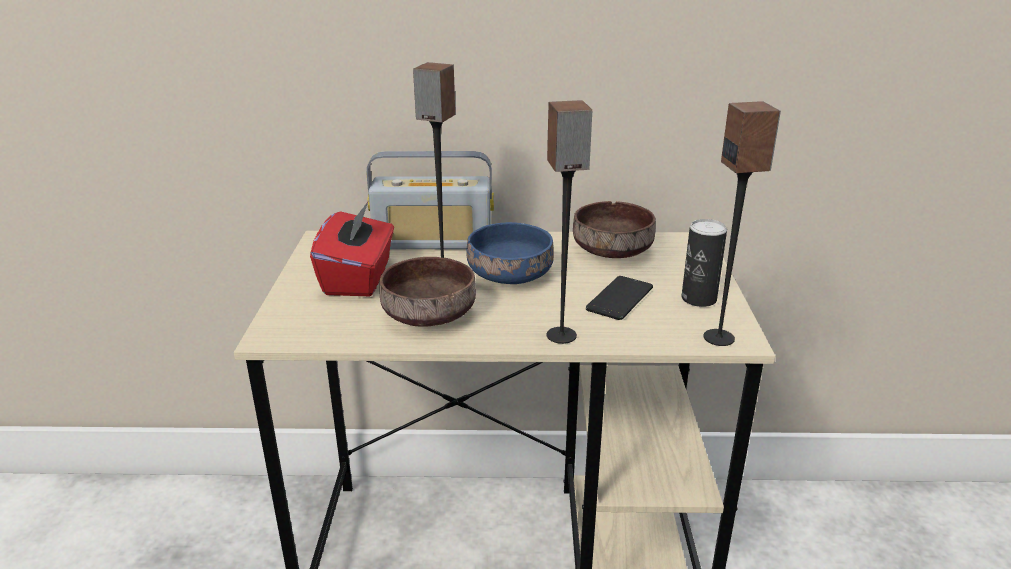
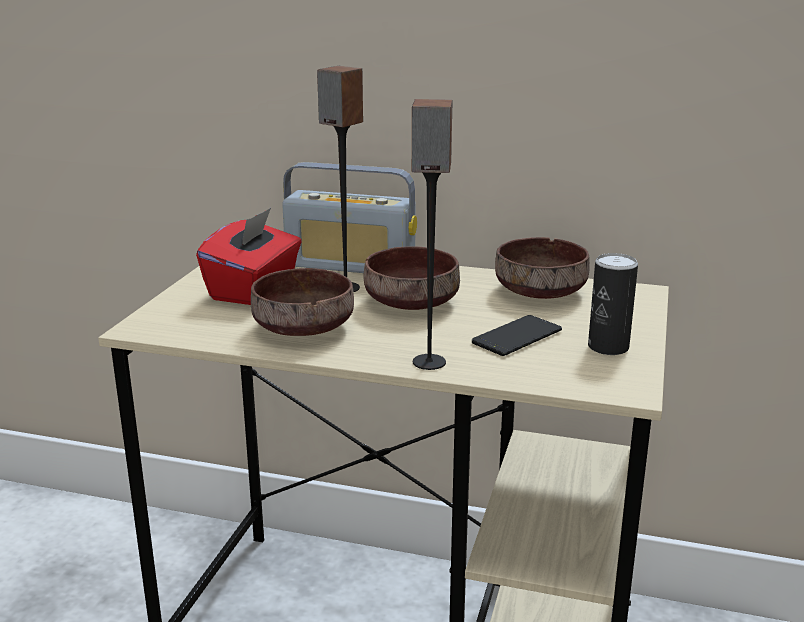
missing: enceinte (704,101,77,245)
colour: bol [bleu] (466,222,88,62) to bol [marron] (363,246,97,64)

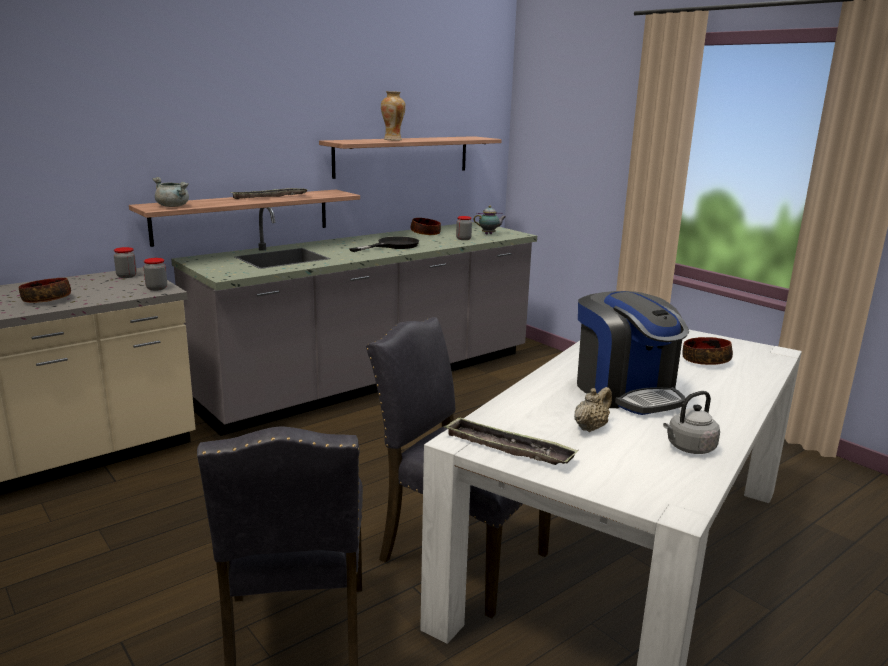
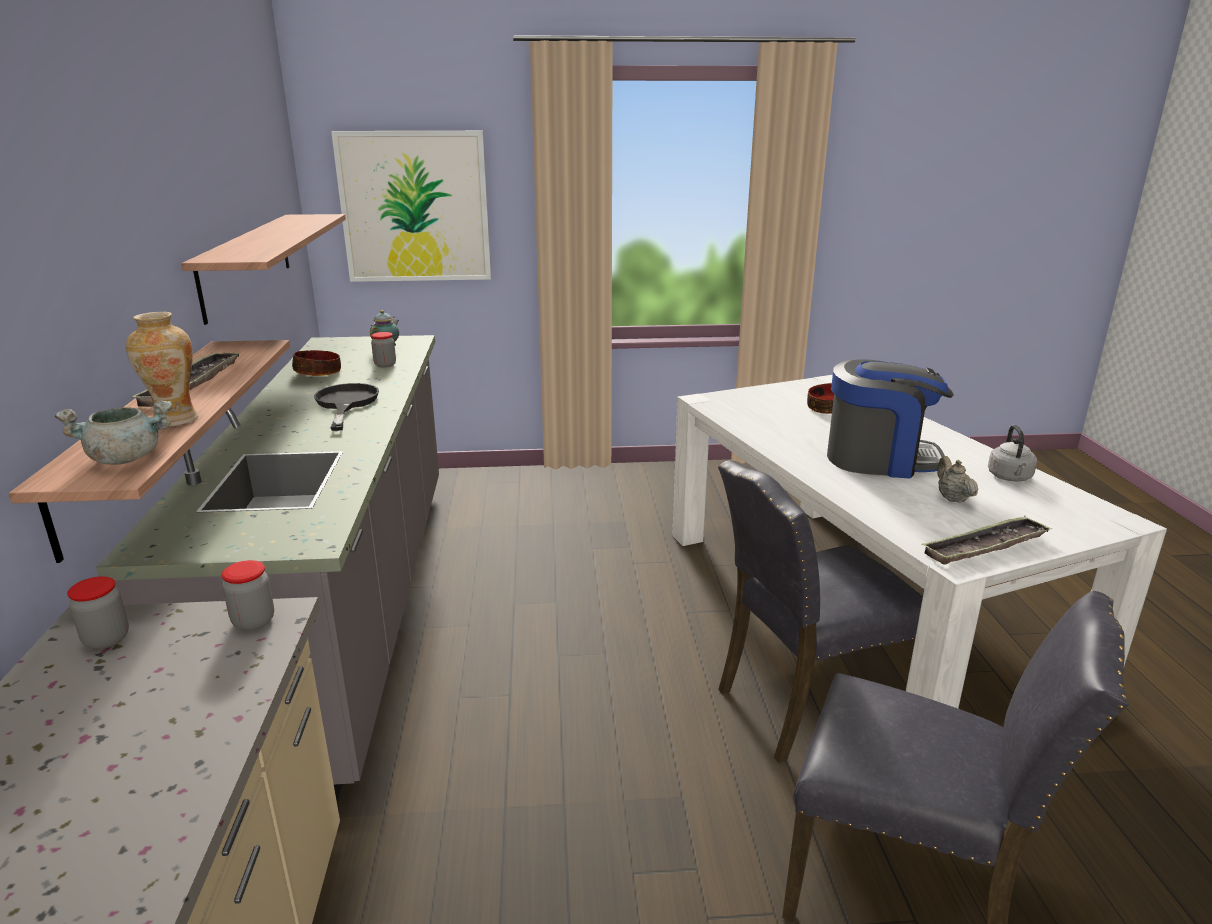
missing: bol (19,278,52,25)
appeared: tableau (331,131,160,151)
relocated: vase (381,91,25,50) to (126,312,72,114)

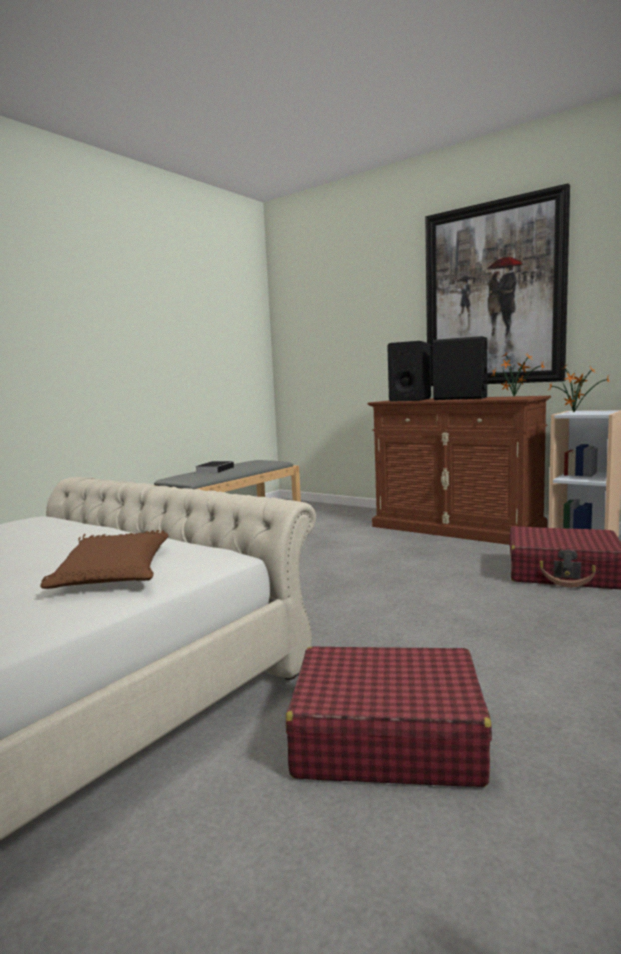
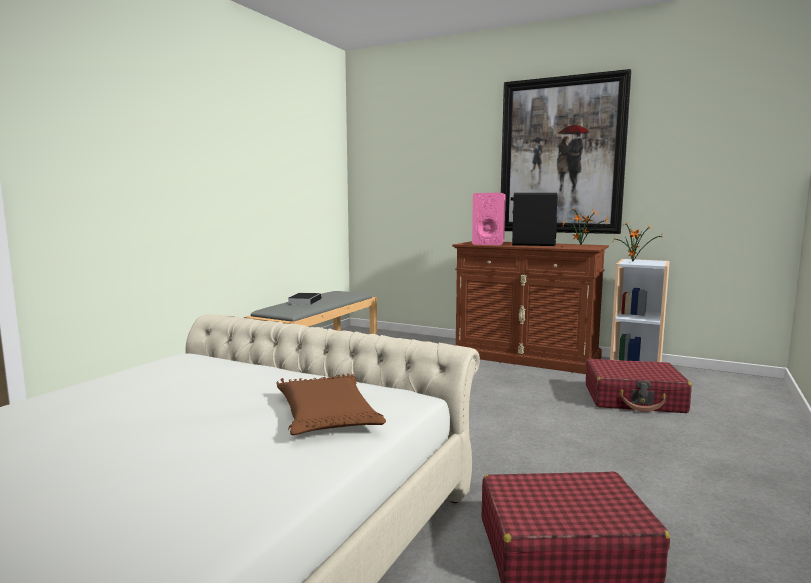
colour: enceinte [noir] (387,341,44,61) to enceinte [rose] (472,193,34,52)

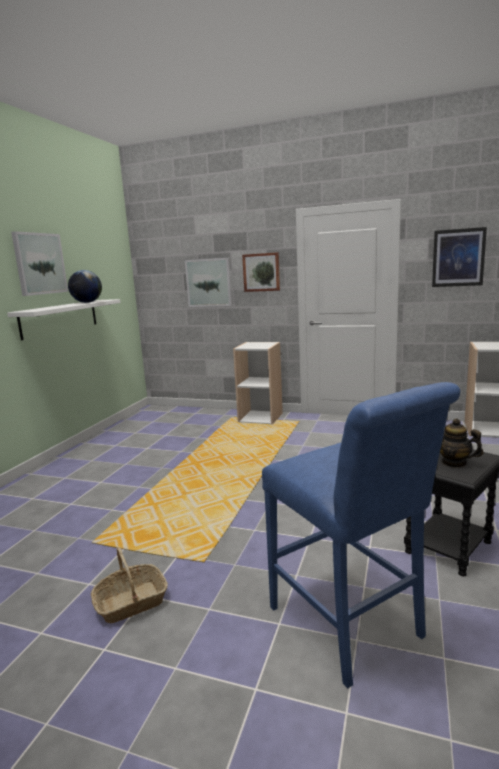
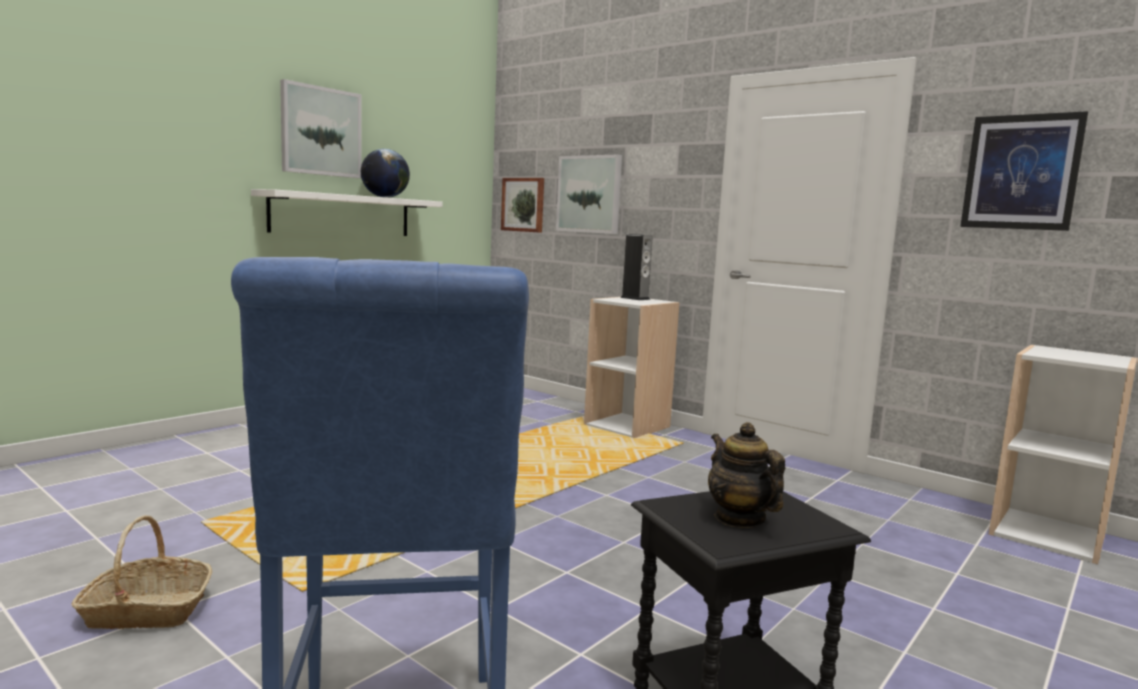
appeared: enceinte (620,234,33,66)
relocated: tableau (242,252,38,40) to (501,178,43,55)

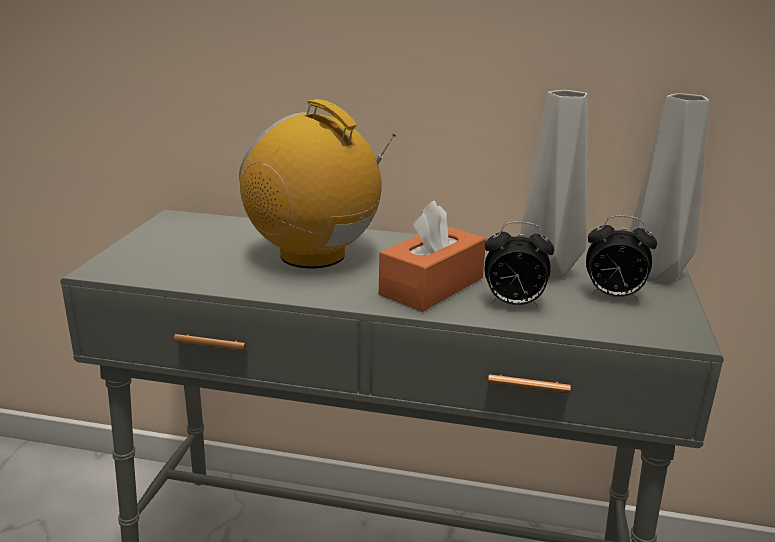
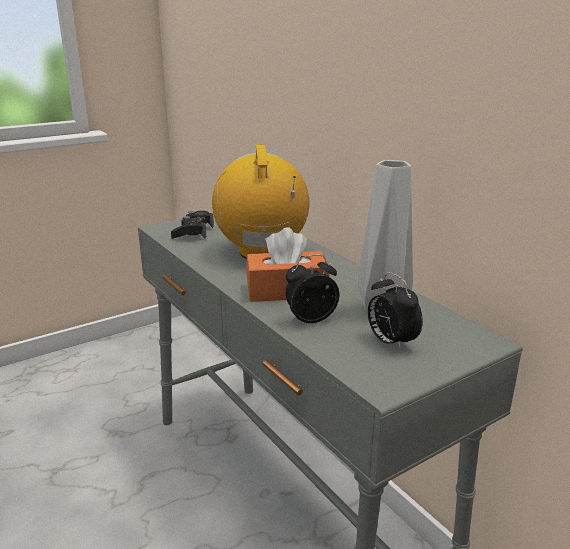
missing: vase [gris] (629,93,80,189)
appeared: manette [noir] (171,211,43,28)
spun: réveil (484,222,70,86) = (285,255,54,68) 105 degrees clockwise

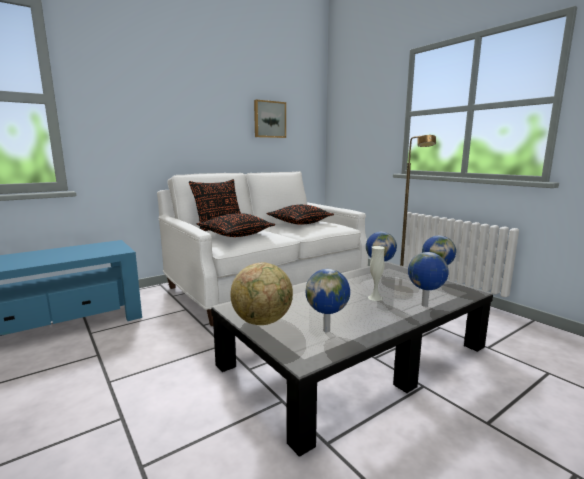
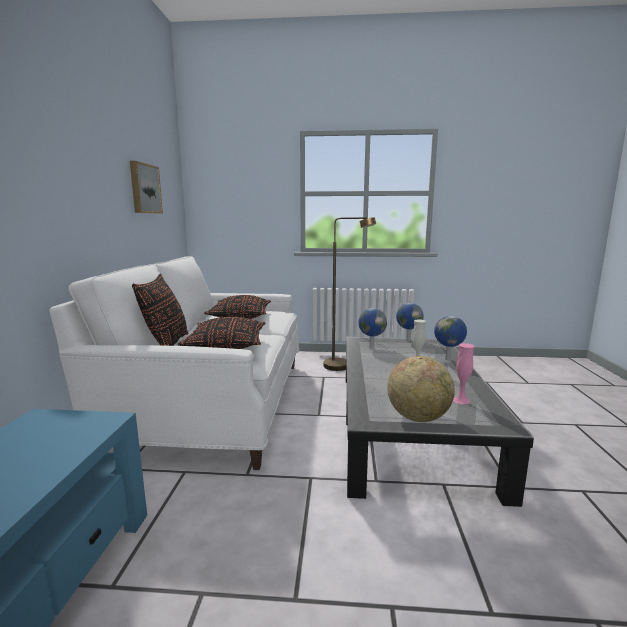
exchanged: globe (306,269,44,64) to vase [rose] (453,343,22,61)

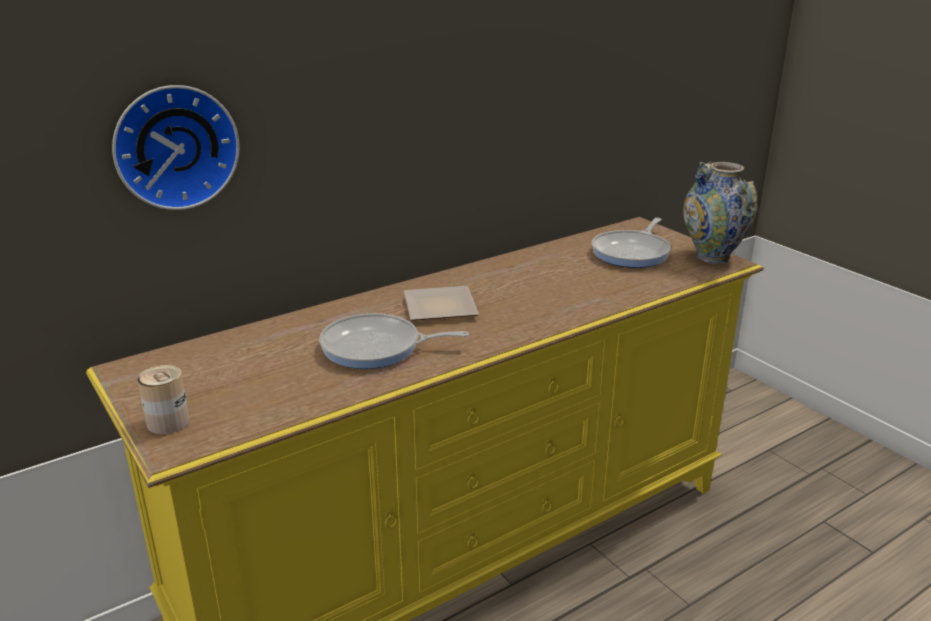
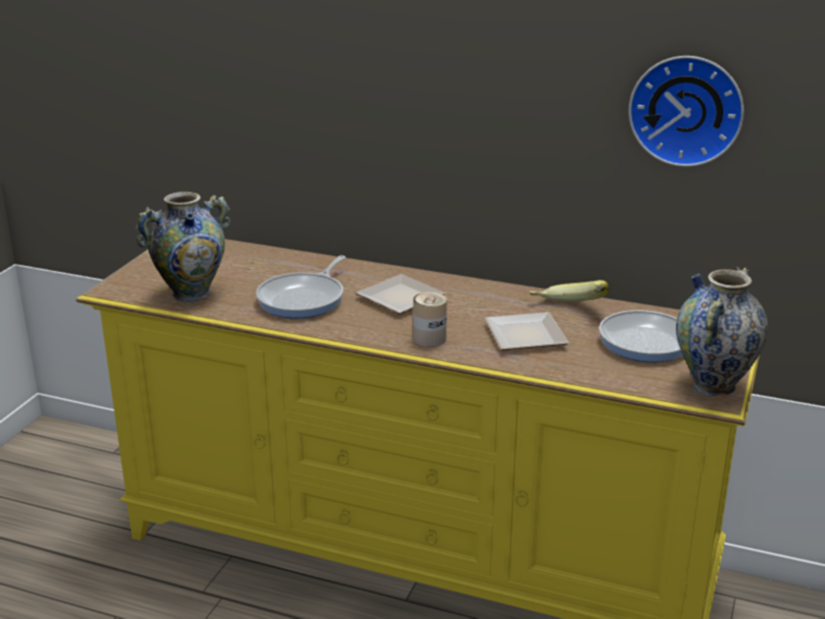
appeared: vase (135,192,96,110); assiette (485,312,84,38); banane (529,280,80,22)
relocated: horloge murale (112,85,128,125) to (629,56,115,111); boîte métallique (137,365,53,69) to (413,292,34,55)
spun: poêle (319,313,150,56) = (256,255,90,63) 120 degrees counterclockwise

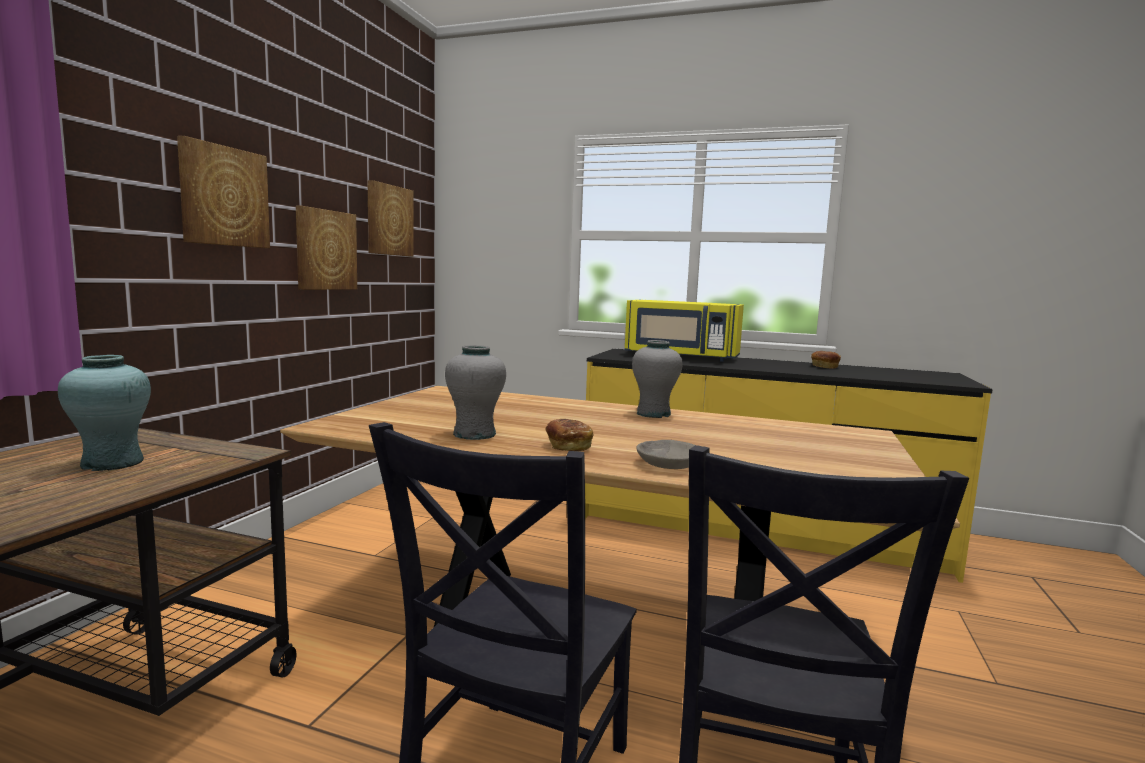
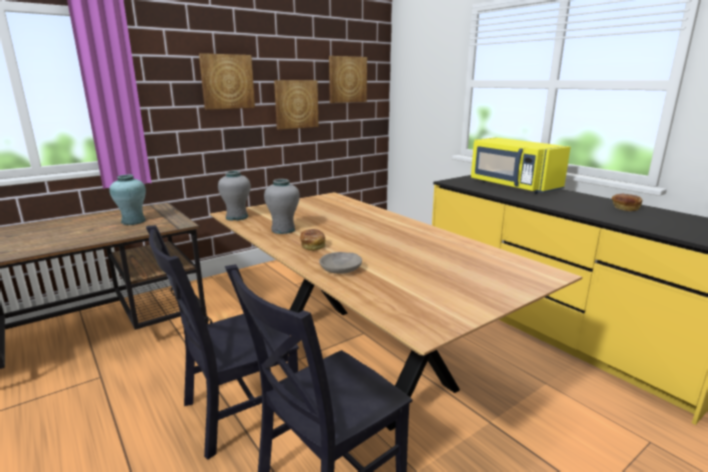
relocated: vase [gris] (632,340,51,78) to (218,170,33,51)

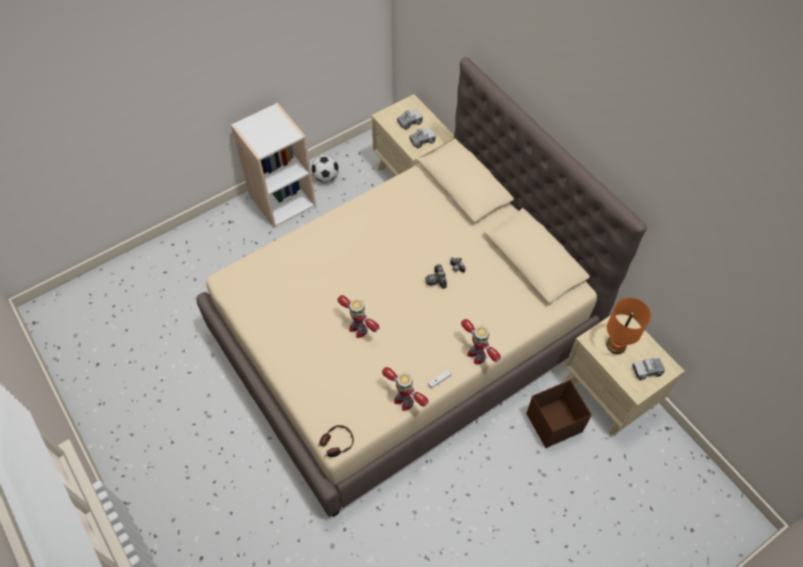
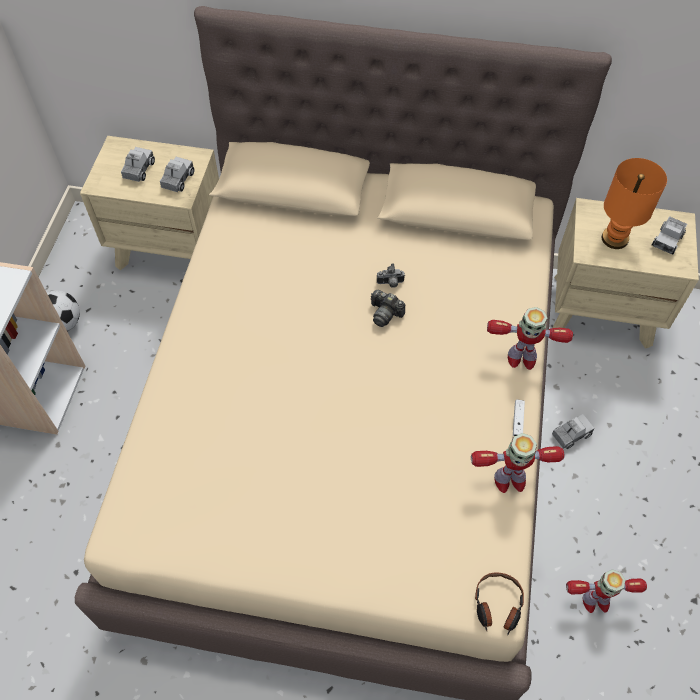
missing: boîte de rangement [marron] (526,380,66,68)
appeared: camion jouet (552,414,43,35)
relocated: robot jouet (337,295,42,43) to (566,569,81,44)

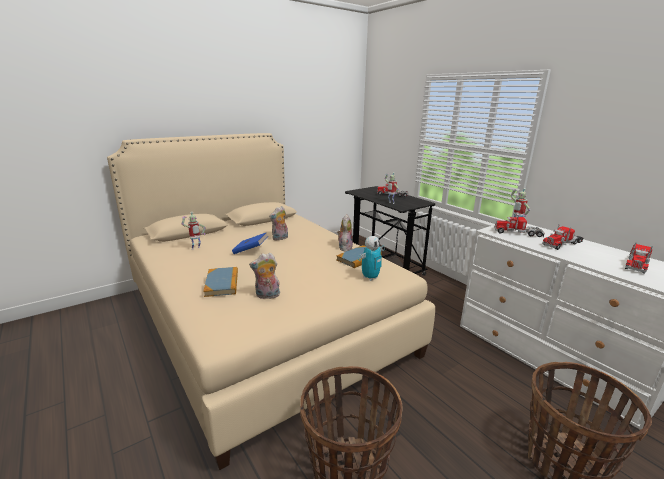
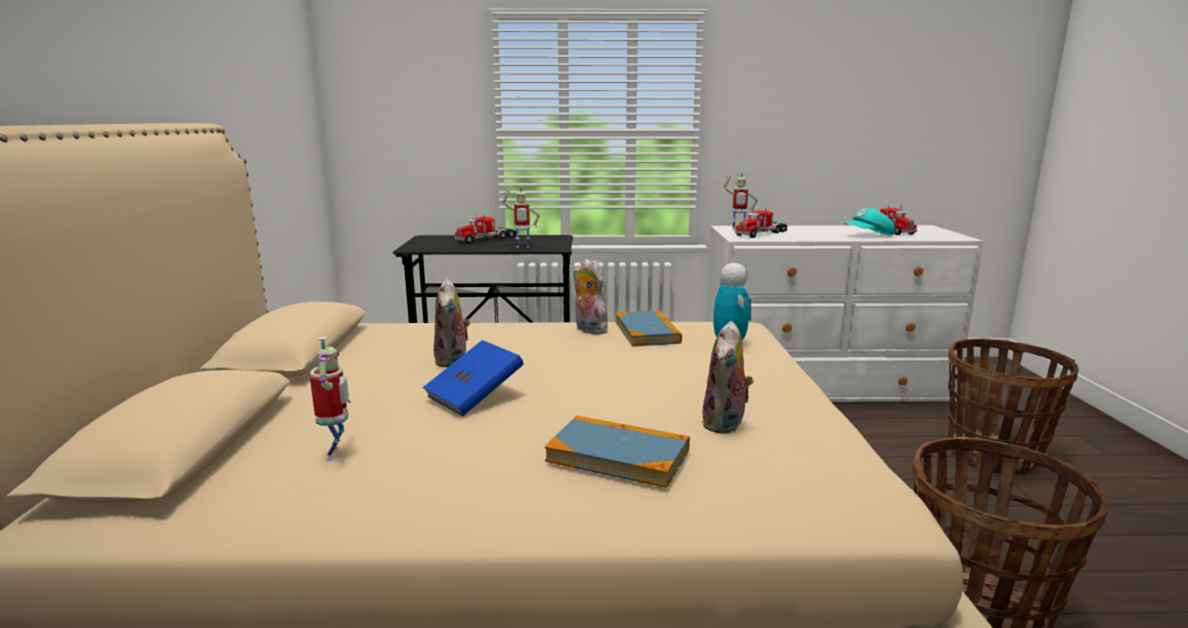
missing: camion jouet (542,224,42,26)
appeared: casquette [turquoise] (844,208,51,27)

